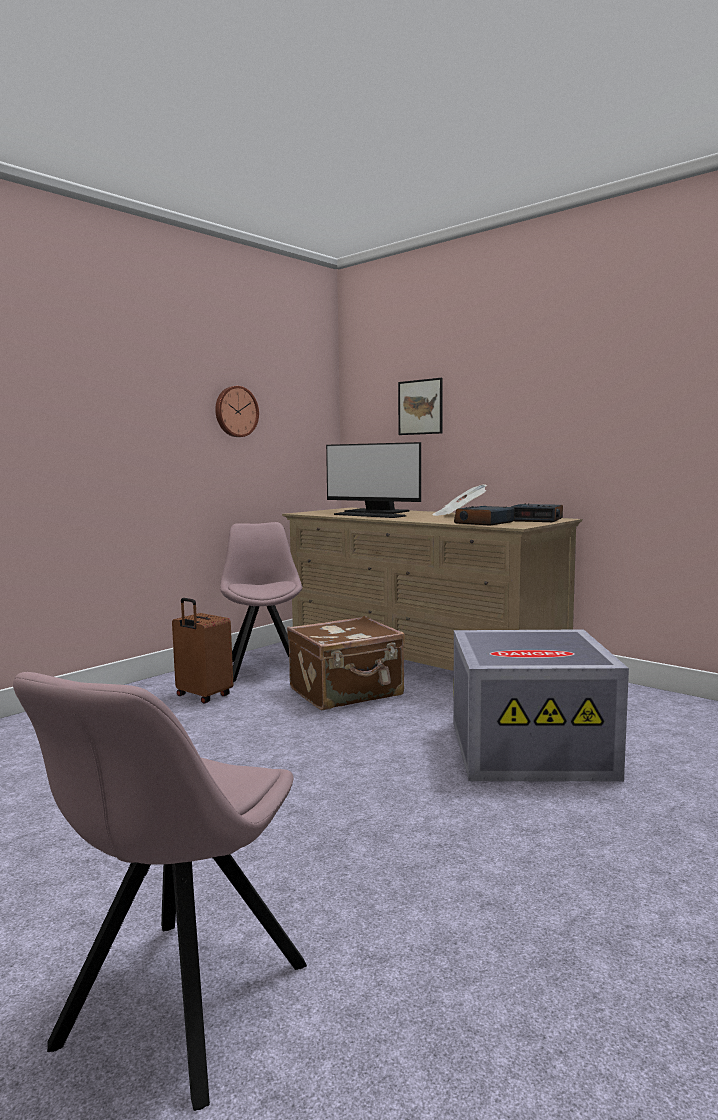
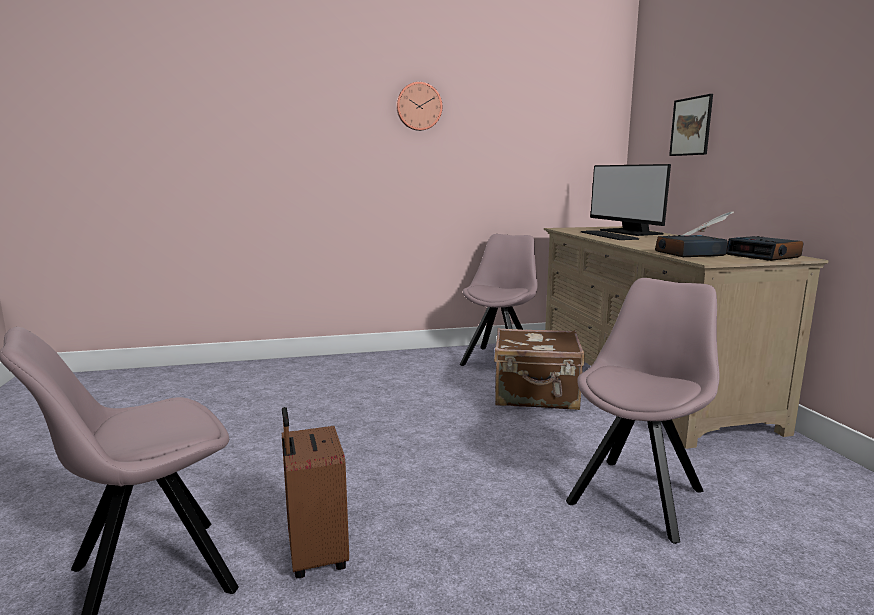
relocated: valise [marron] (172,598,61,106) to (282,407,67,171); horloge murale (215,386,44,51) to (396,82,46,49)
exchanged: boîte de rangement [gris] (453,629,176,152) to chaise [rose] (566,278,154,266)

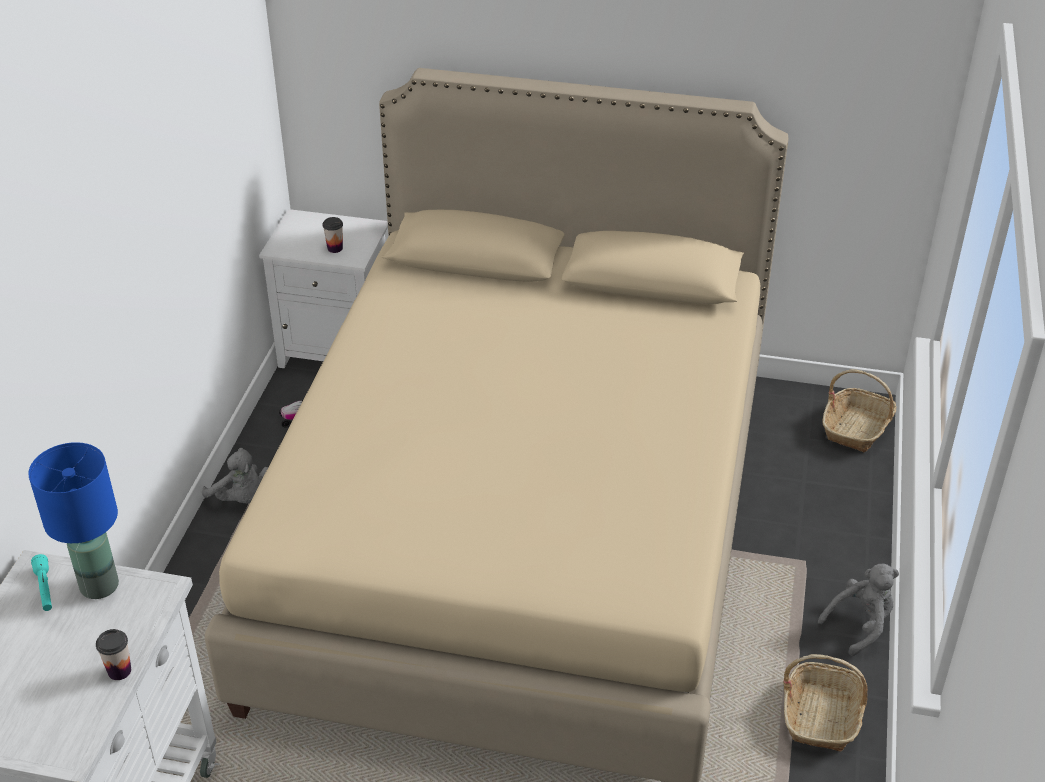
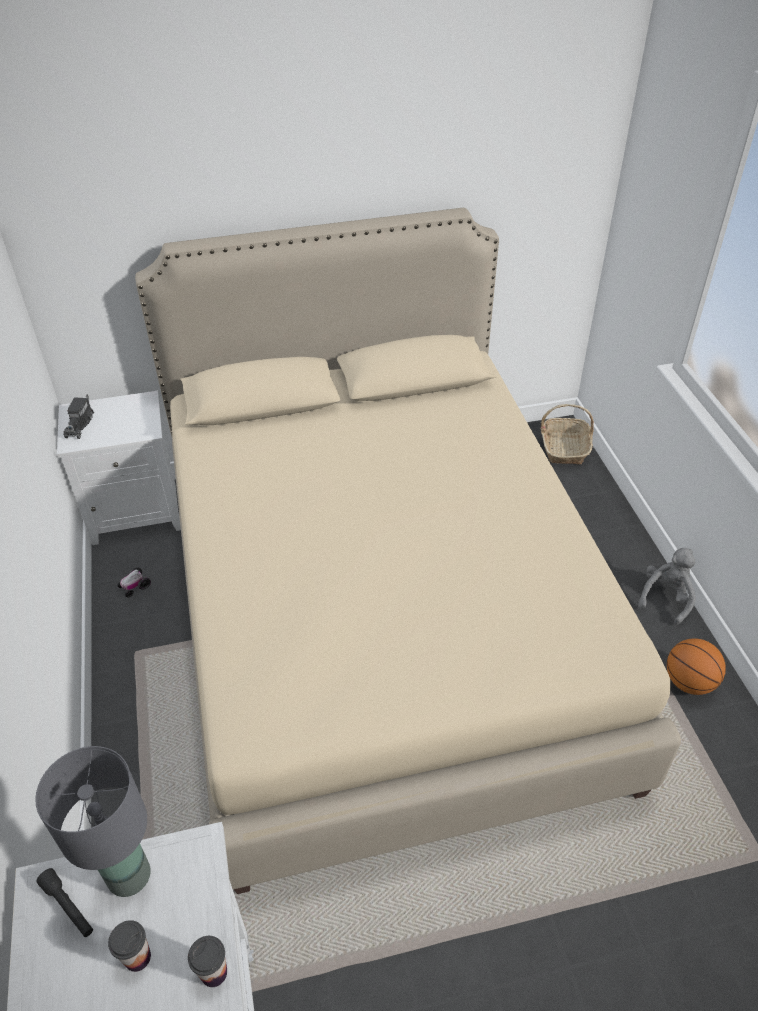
missing: peluche [gris] (202,448,66,55)
appeared: camion jouet (63,394,31,45)
relocated: tasse (323,217,20,36) to (108,920,43,52)
exchanged: panier (783,654,85,98) to ballon de basket (667,638,59,57)
colour: lampe de table [bleu] (28,442,91,157) to lampe de table [gris] (35,746,116,151); lampe de poche [turquoise] (31,554,21,57) to lampe de poche [noir] (36,868,57,69)

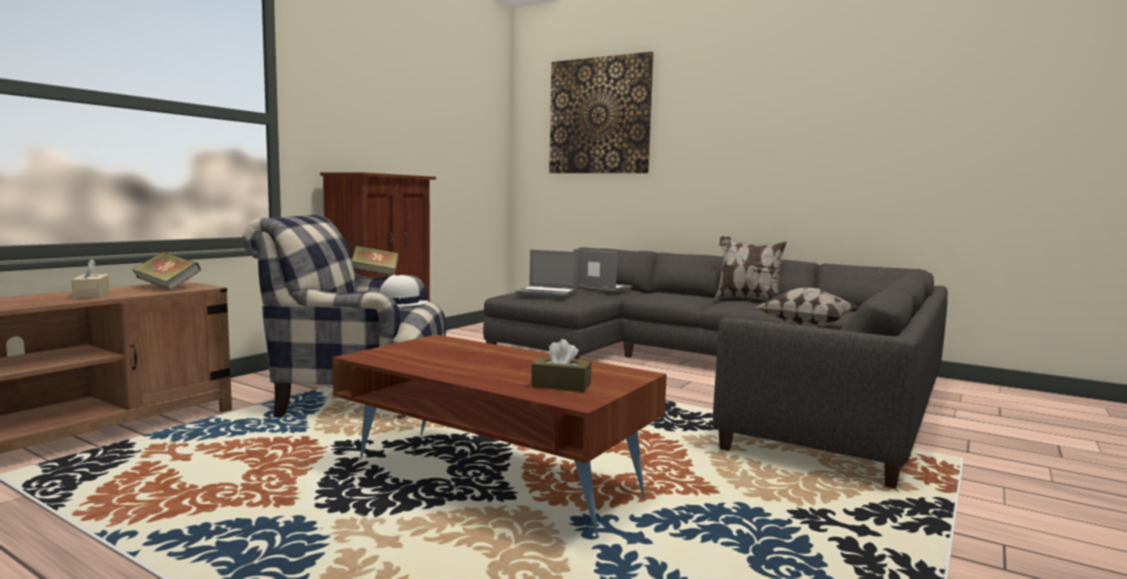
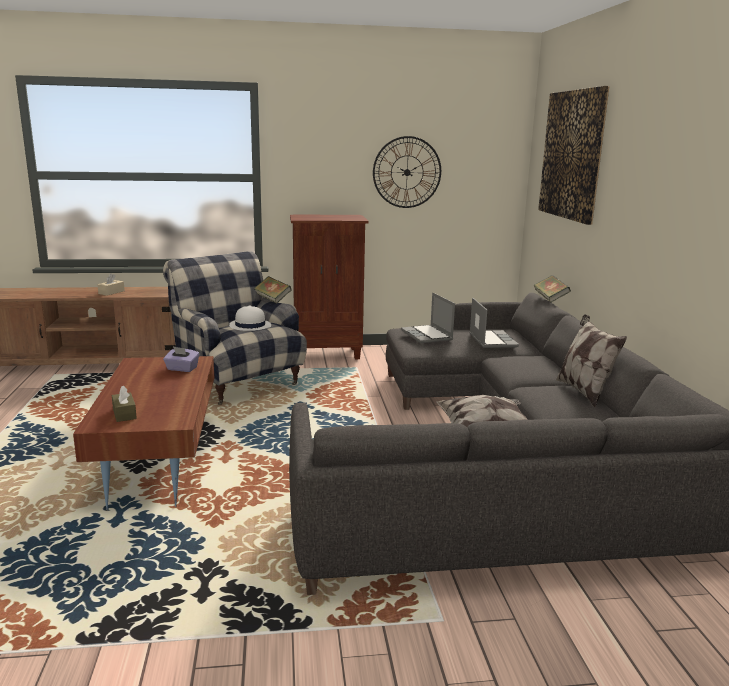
appeared: boîte à mouchoirs [violet] (163,347,36,25); horloge murale (373,136,68,72)
relocated: livre (132,252,69,38) to (534,275,37,27)

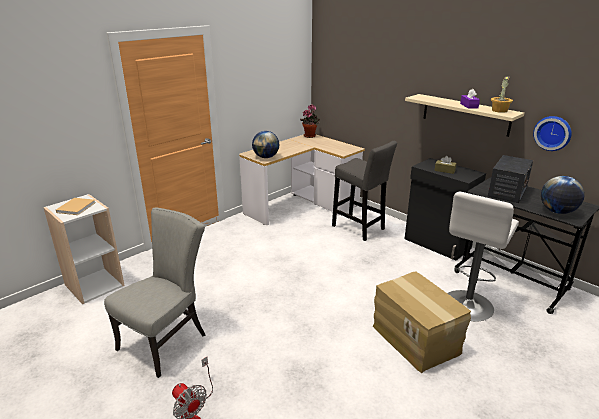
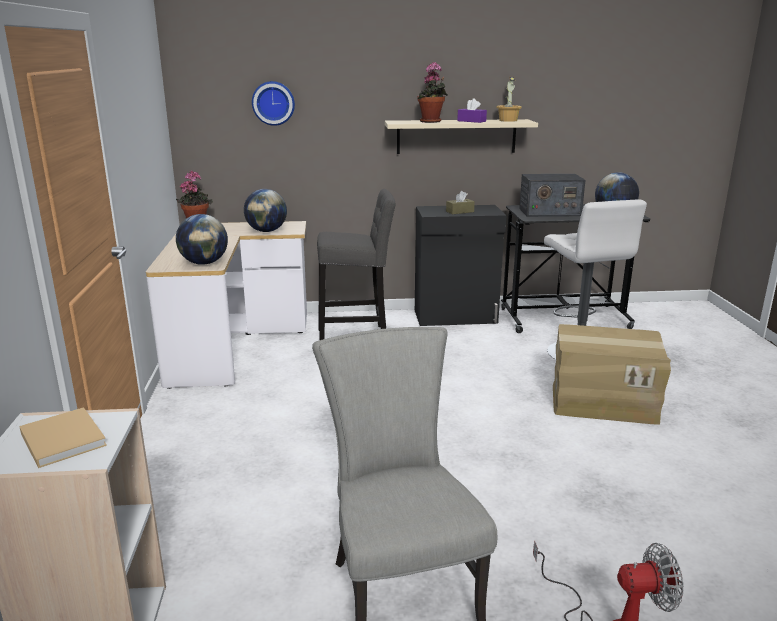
appeared: globe (244,189,43,43); plante en pot (417,62,31,61)
relocated: horloge murale (533,116,39,35) to (252,81,43,45)
spun: radio (488,155,45,48) = (519,174,66,43) 105 degrees clockwise

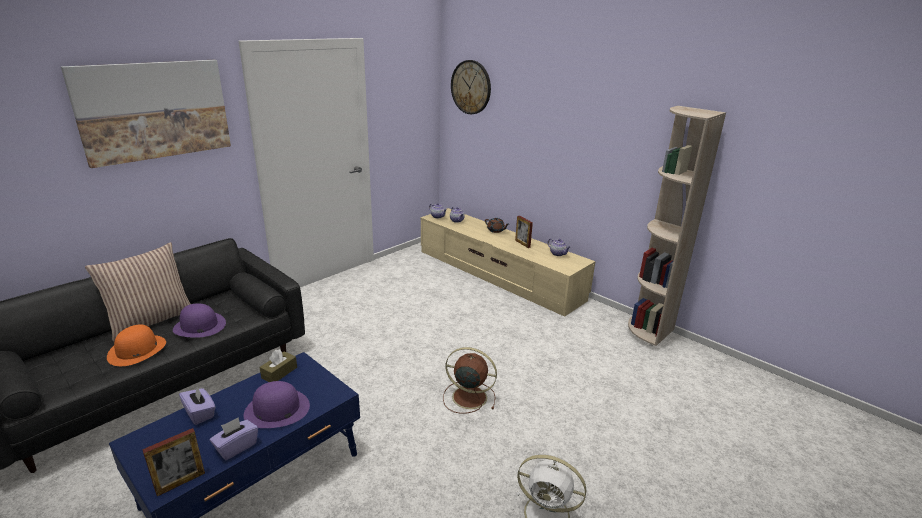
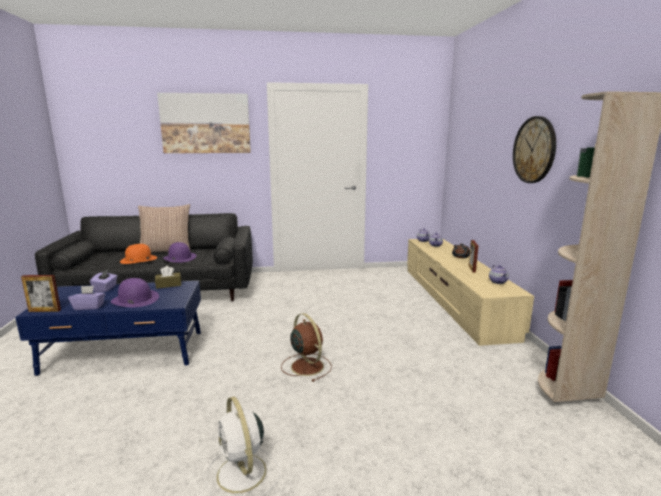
relocated: horloge murale (451,60,40,54) to (513,116,43,67)

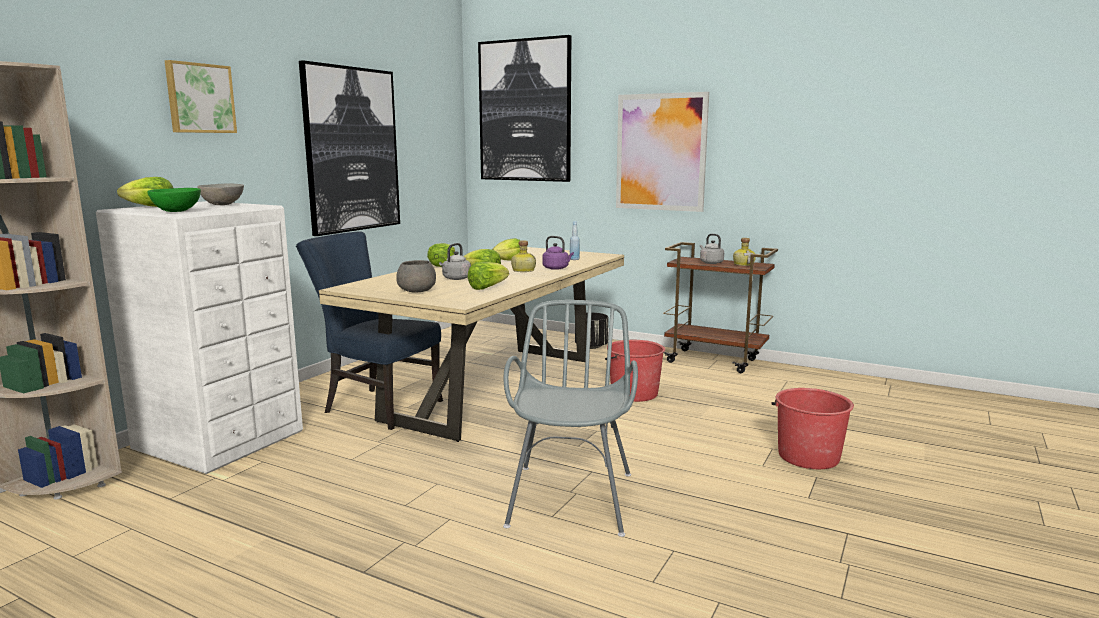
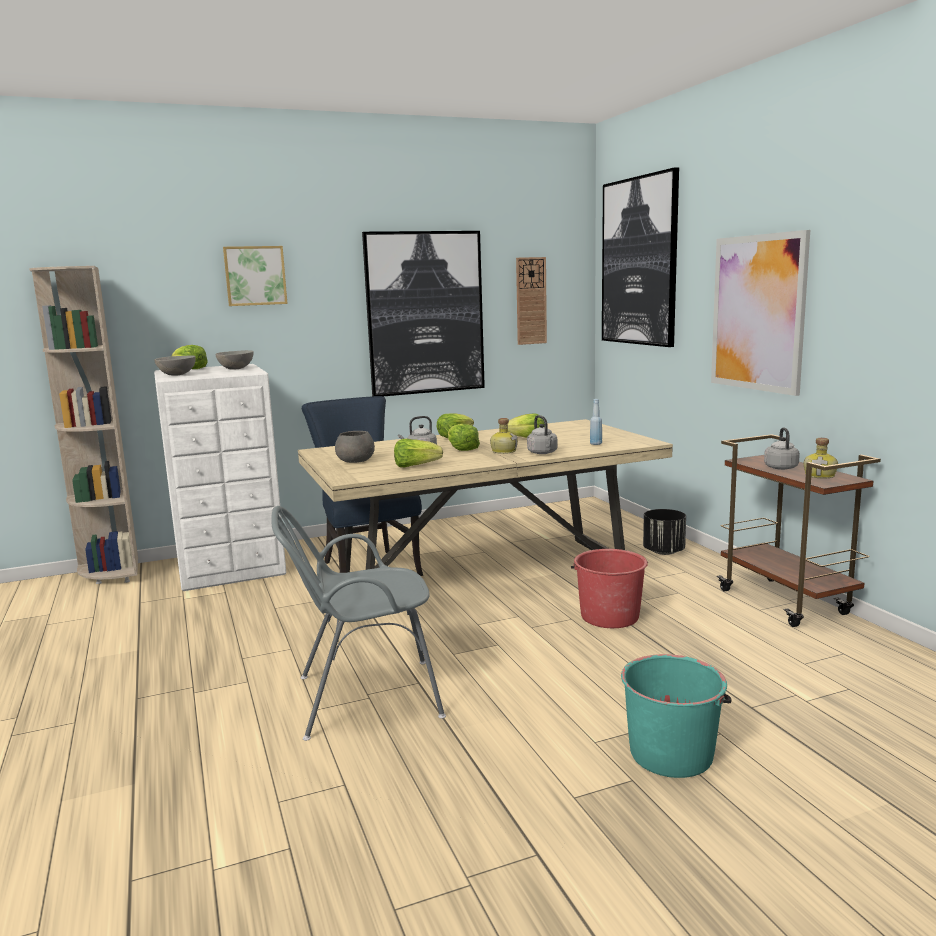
appeared: horloge murale (516,257,31,88)
colour: bol [vert] (148,188,53,24) to bol [gris] (154,355,42,21); bouilloire [violet] (542,236,32,34) to bouilloire [gris] (527,415,30,39); seau [rouge] (771,388,83,81) to seau [turquoise] (621,654,111,124)
spun: chaise [gris] (503,300,135,237) = (271,506,175,235) 150 degrees counterclockwise

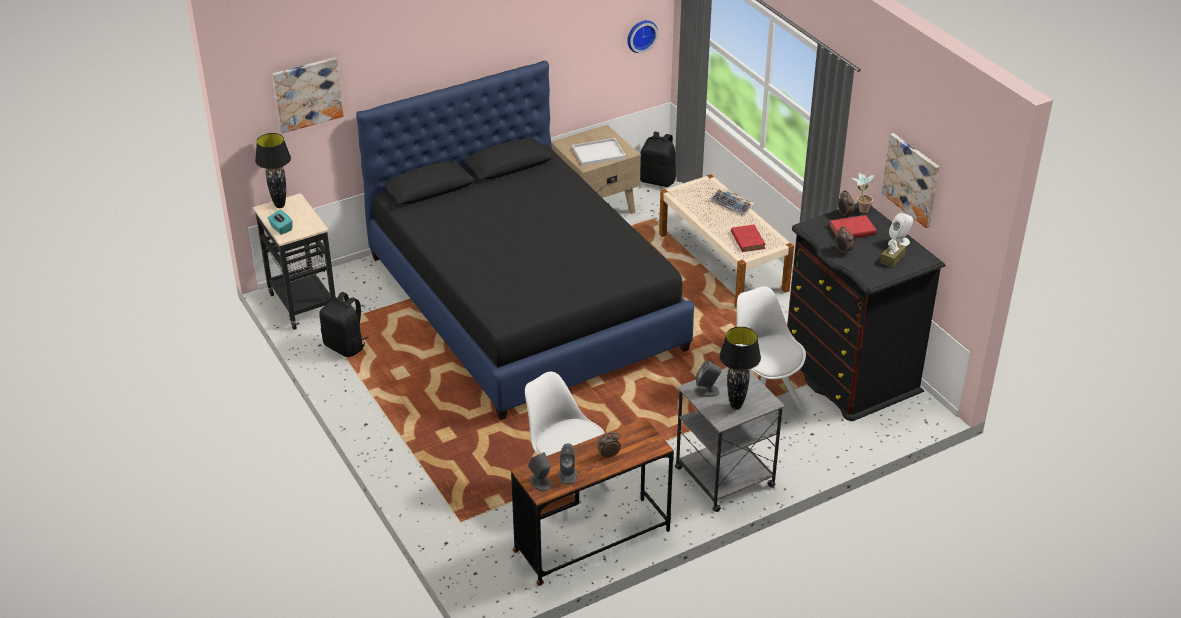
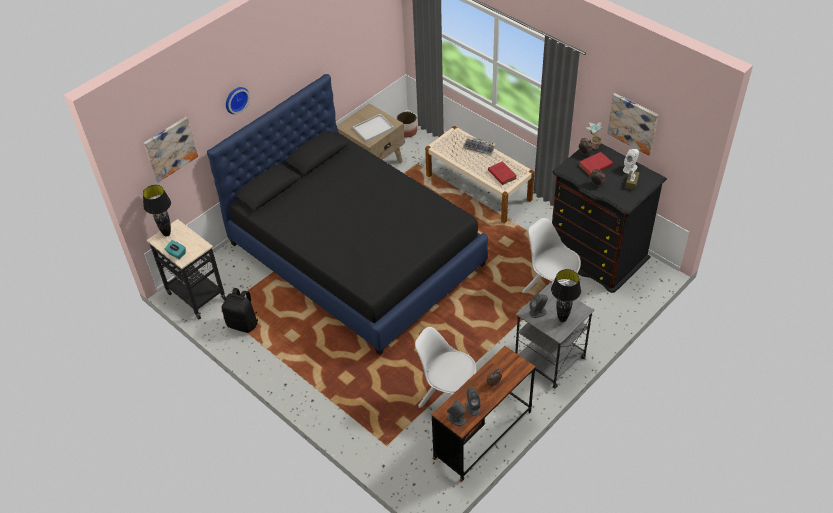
relocated: horloge murale (627,20,31,33) to (226,87,24,27)
exchanged: sac à dos [noir] (640,132,36,55) to cache-pot (397,112,20,25)

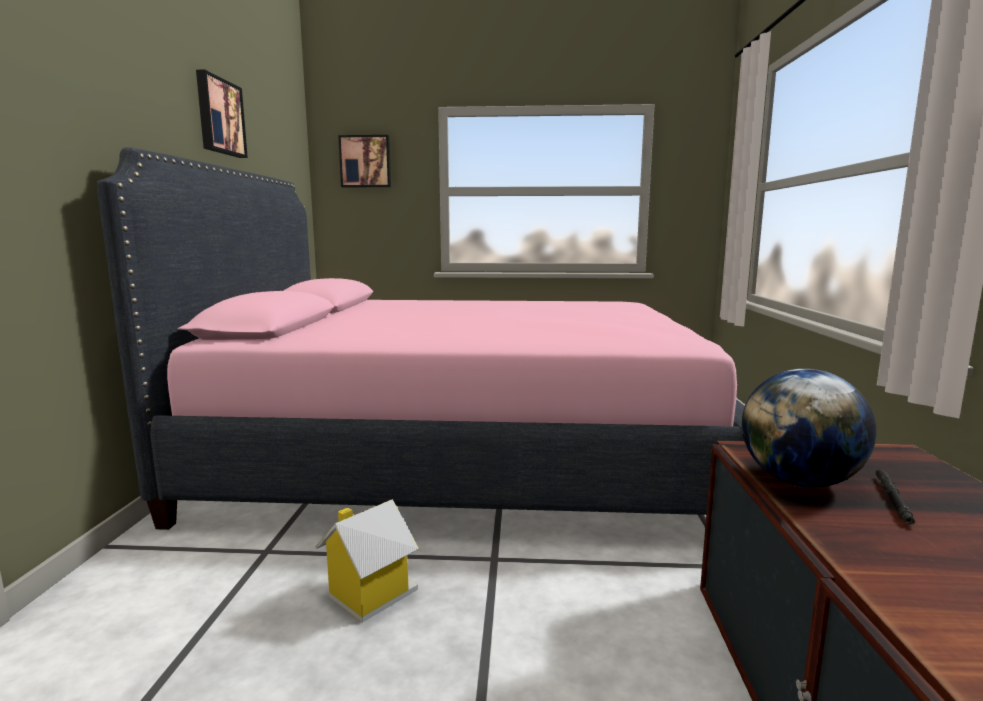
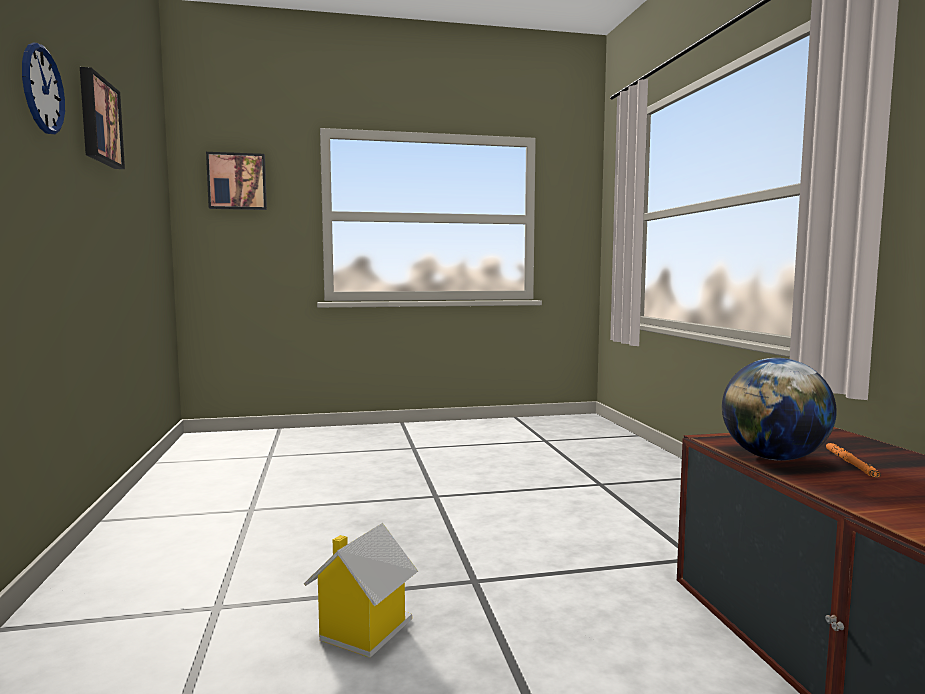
missing: lit [rose] (97,147,648,383)
appeared: horloge murale (22,43,43,91)
colour: lampe de poche [noir] (876,470,39,55) to lampe de poche [orange] (826,443,55,35)

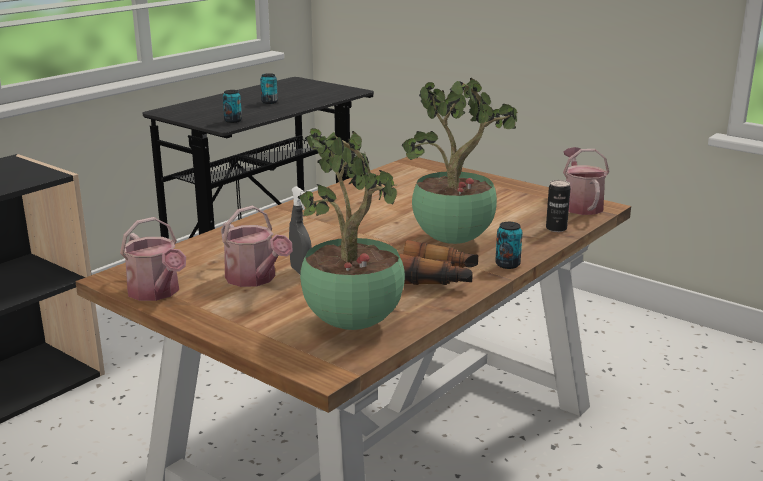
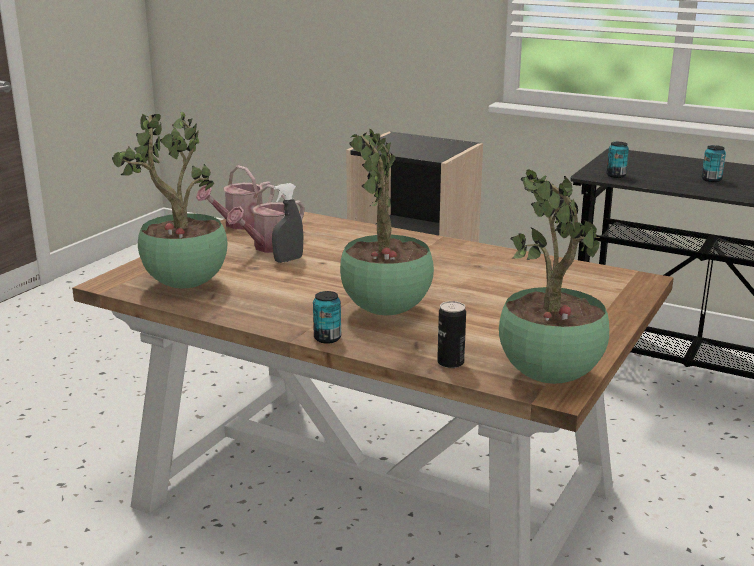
missing: jumelles (399,240,79,45)
exchanged: arrosoir (563,147,46,68) to plante en pot (499,169,110,215)

